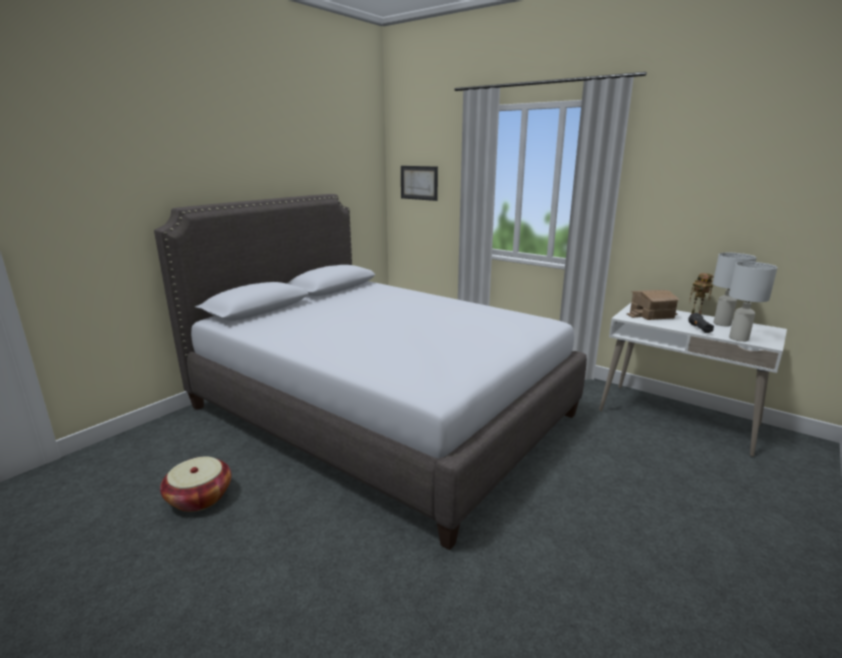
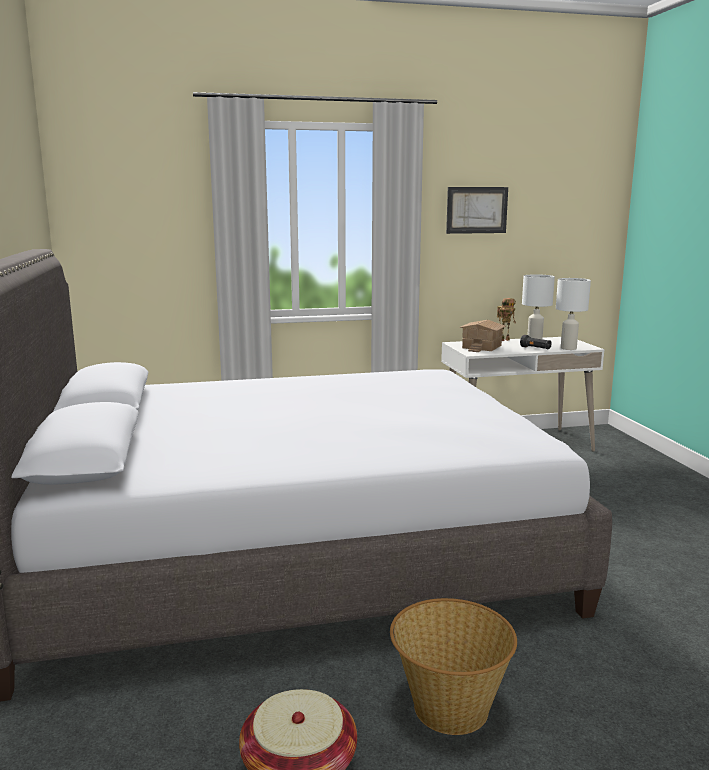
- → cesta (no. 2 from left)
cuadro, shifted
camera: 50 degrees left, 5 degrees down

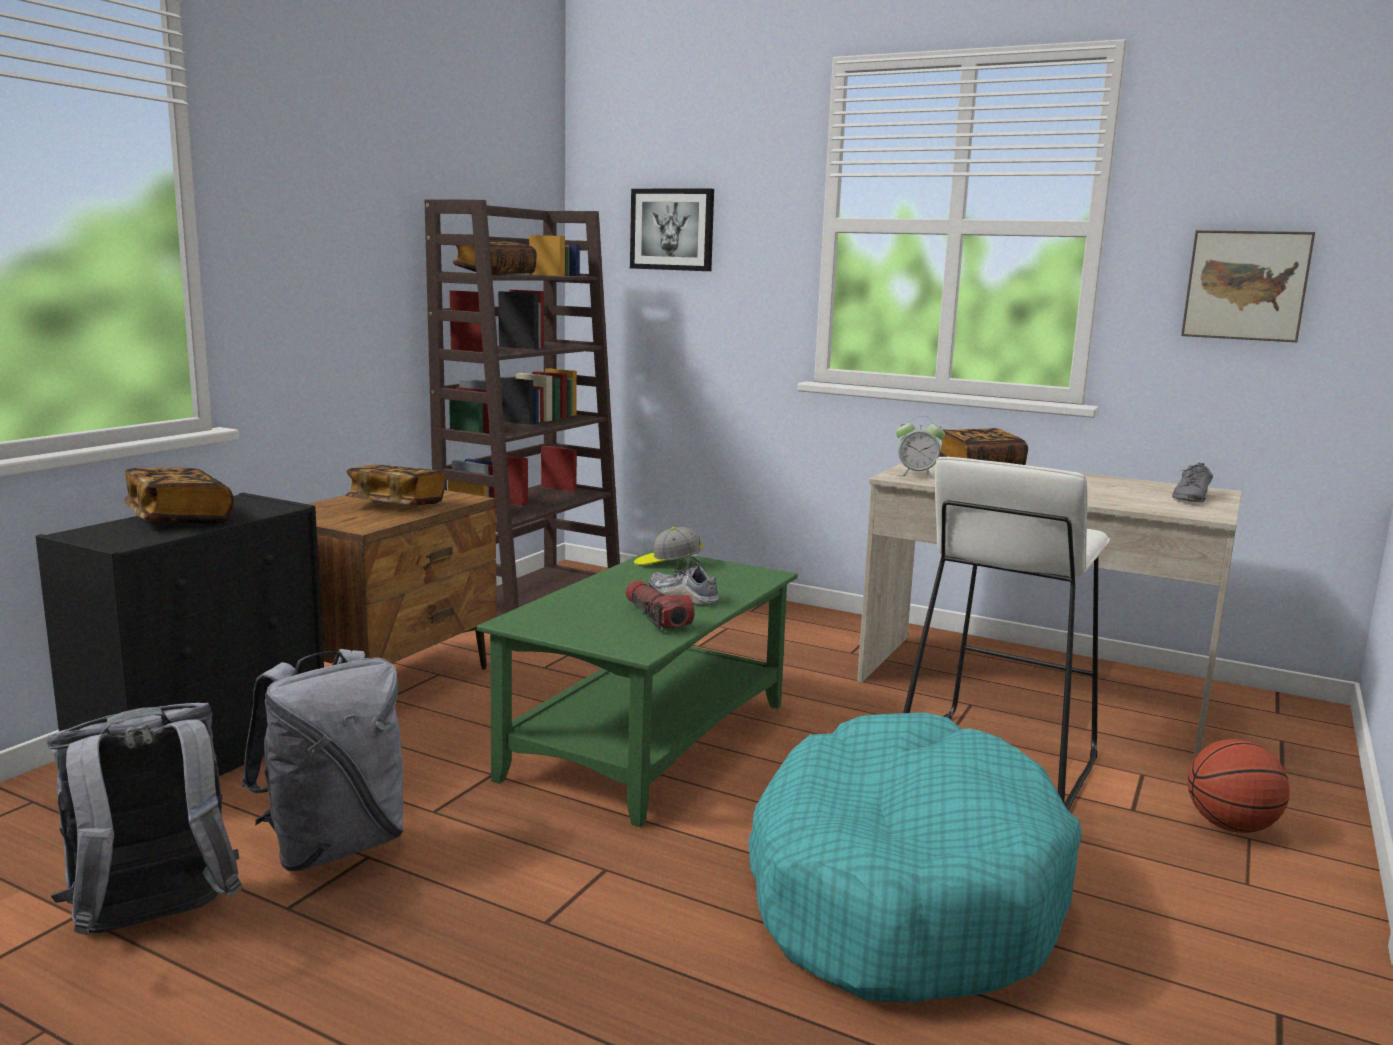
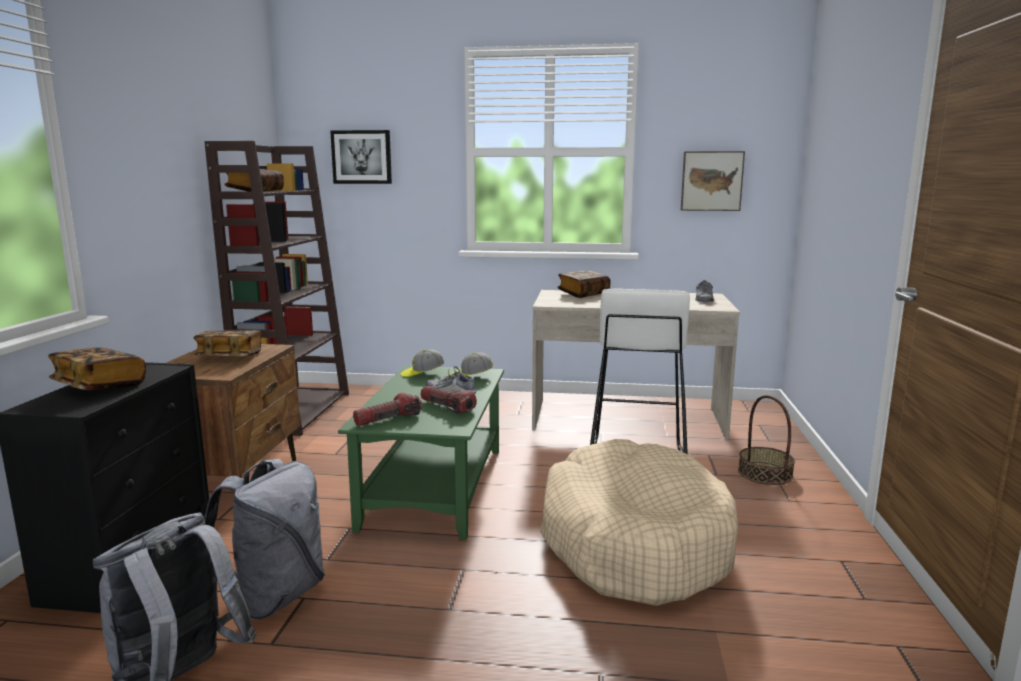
despertador → -
- → linterna (no. 1 from left)
- → gorra (no. 2 from left)
balón de baloncesto → cesta
cama para perro (turquesa) → cama para perro (beis)
camera: 20 degrees left, 0 degrees up

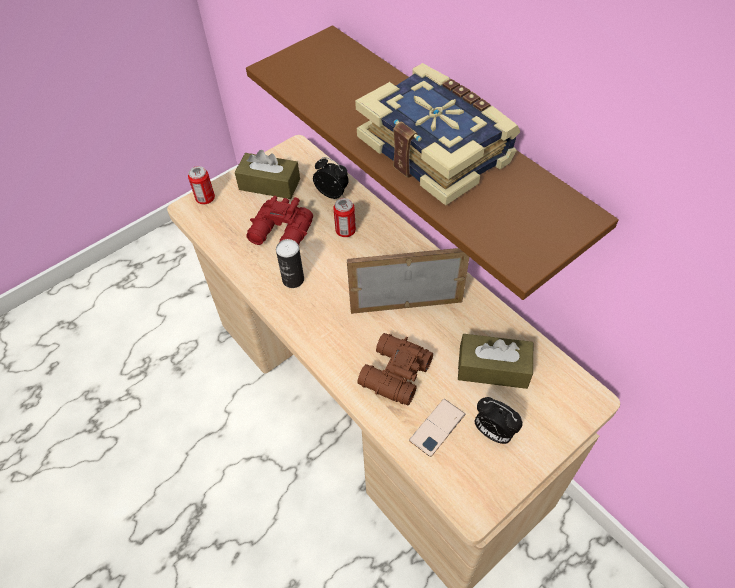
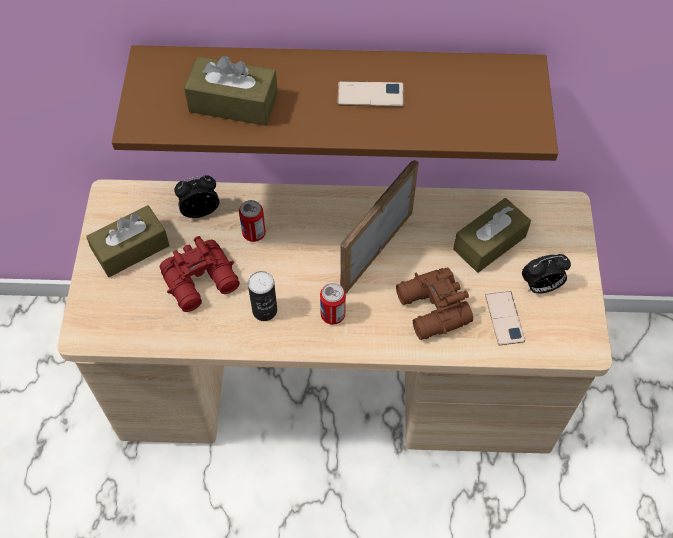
- → caja de pañuelos (marrón) (no. 2 from left)
lata (no. 1 from left in the first image) → lata (no. 3 from left), shifted
libro → móvil (no. 1 from left)
camera: 50 degrees left, 5 degrees up

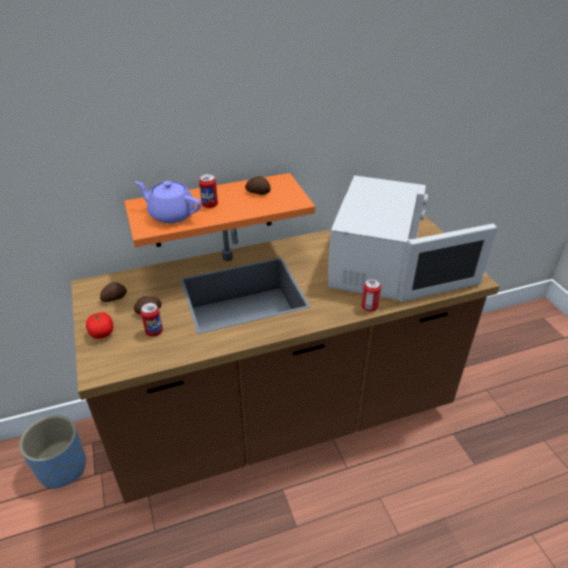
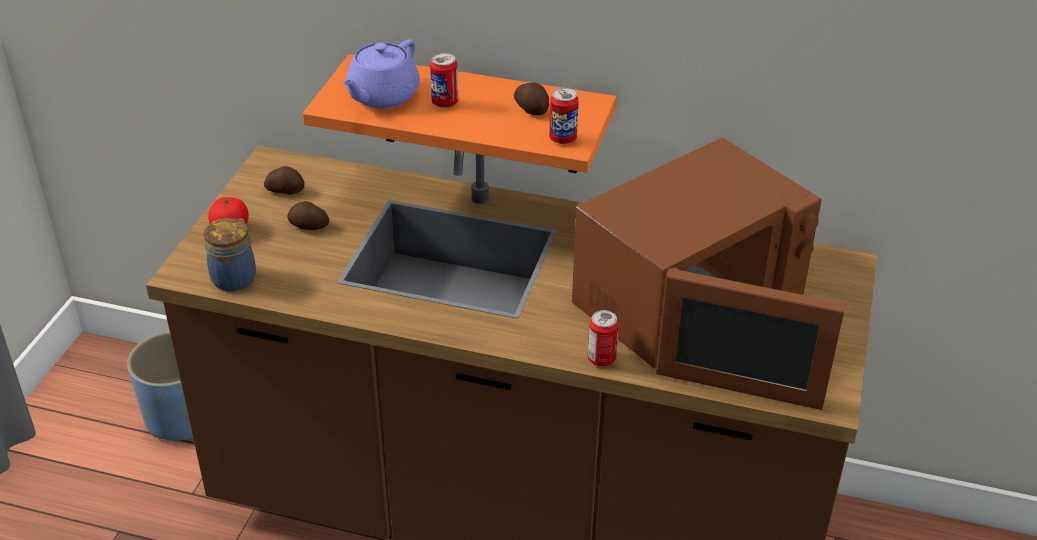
- → tarro
lata (no. 1 from left in the first image) → lata (no. 2 from left), shifted
microondas (blanco) → microondas (marrón)
tetera (morado), 120 degrees counterclockwise
camera: 35 degrees right, 0 degrees up

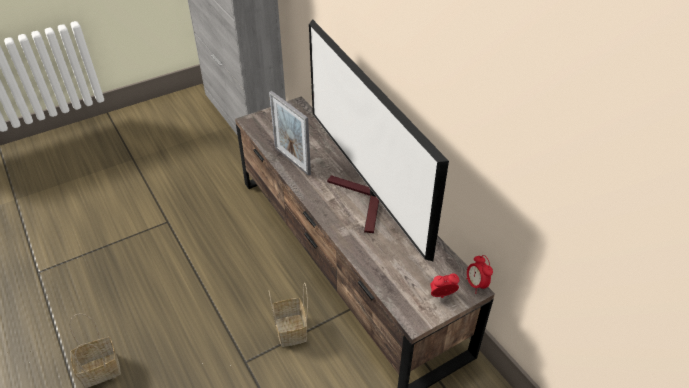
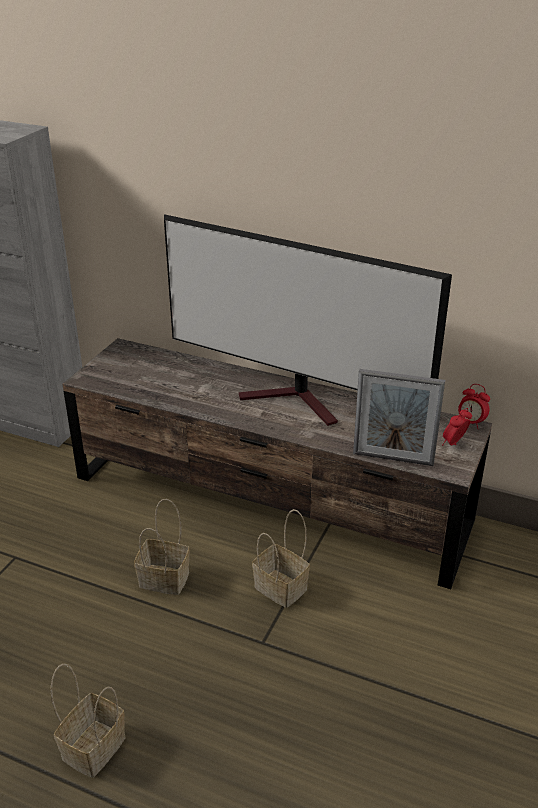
- → cesta (no. 2 from left)
portarretratos, shifted
camera: 35 degrees left, 10 degrees down

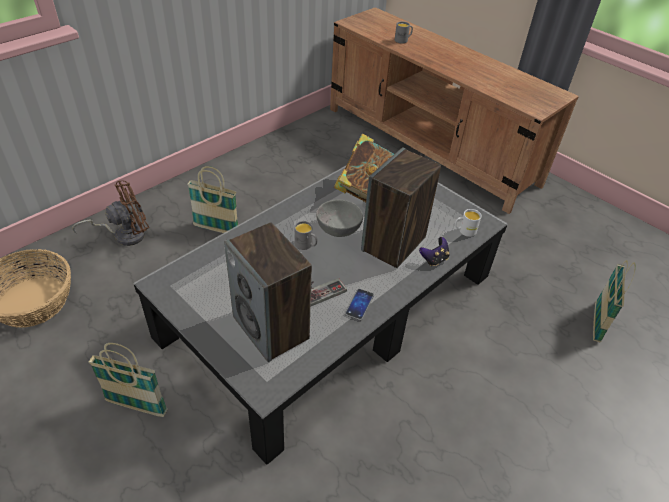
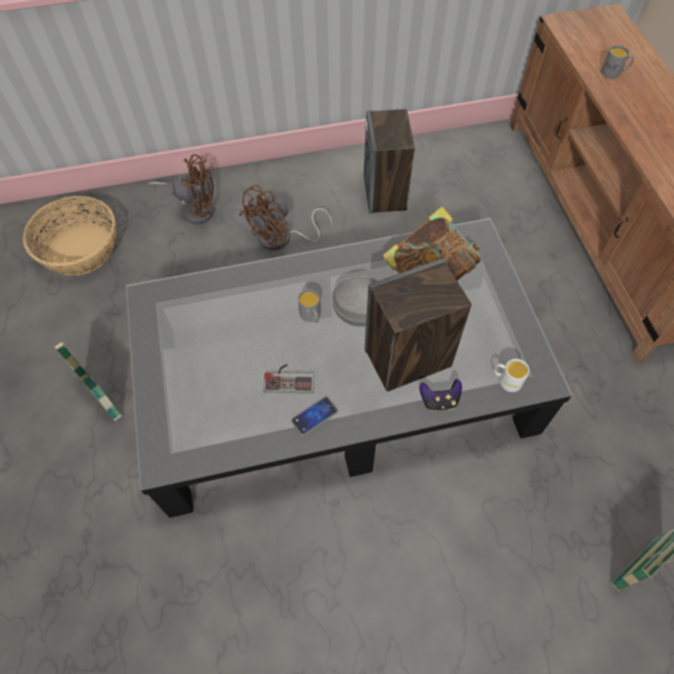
altavoz (no. 1 from left), shifted
cesta (no. 3 from left) → ventilador (marrón) (no. 2 from left)
camera: 35 degrees right, 15 degrees up

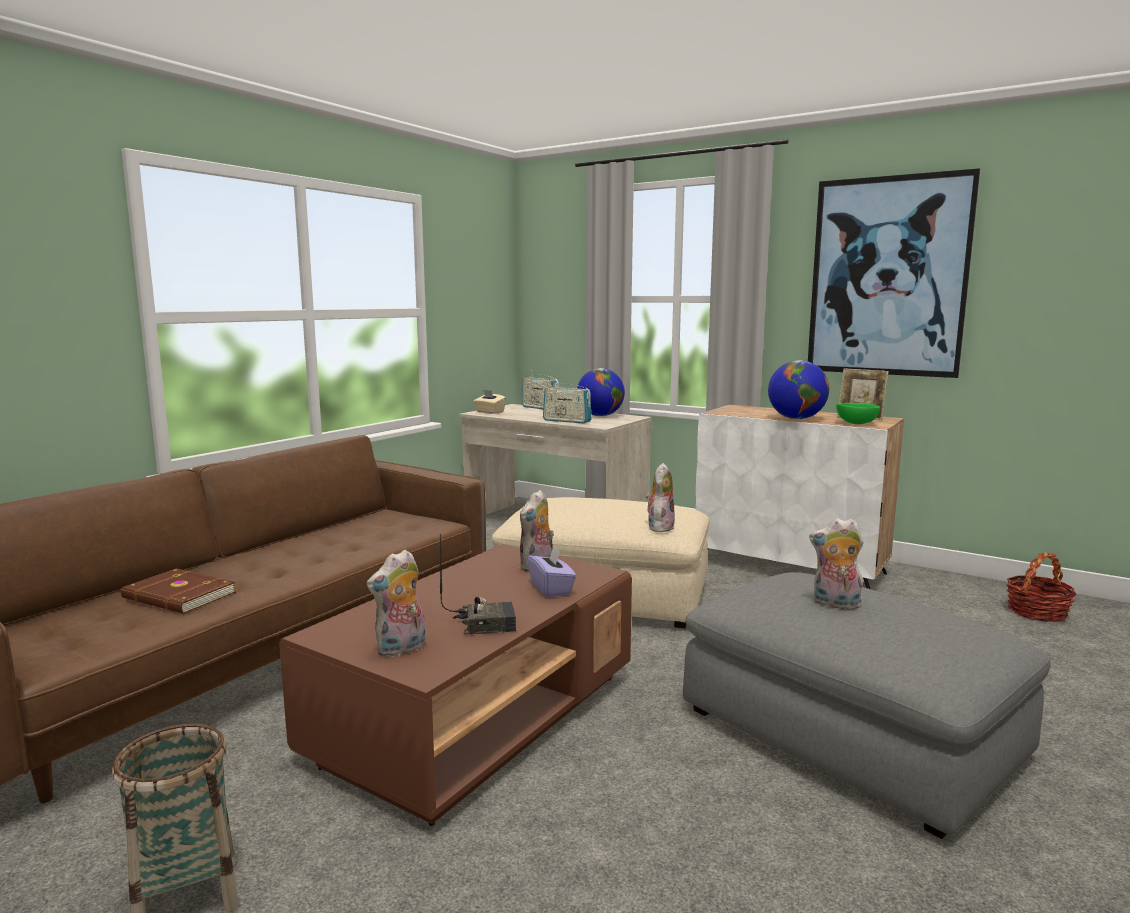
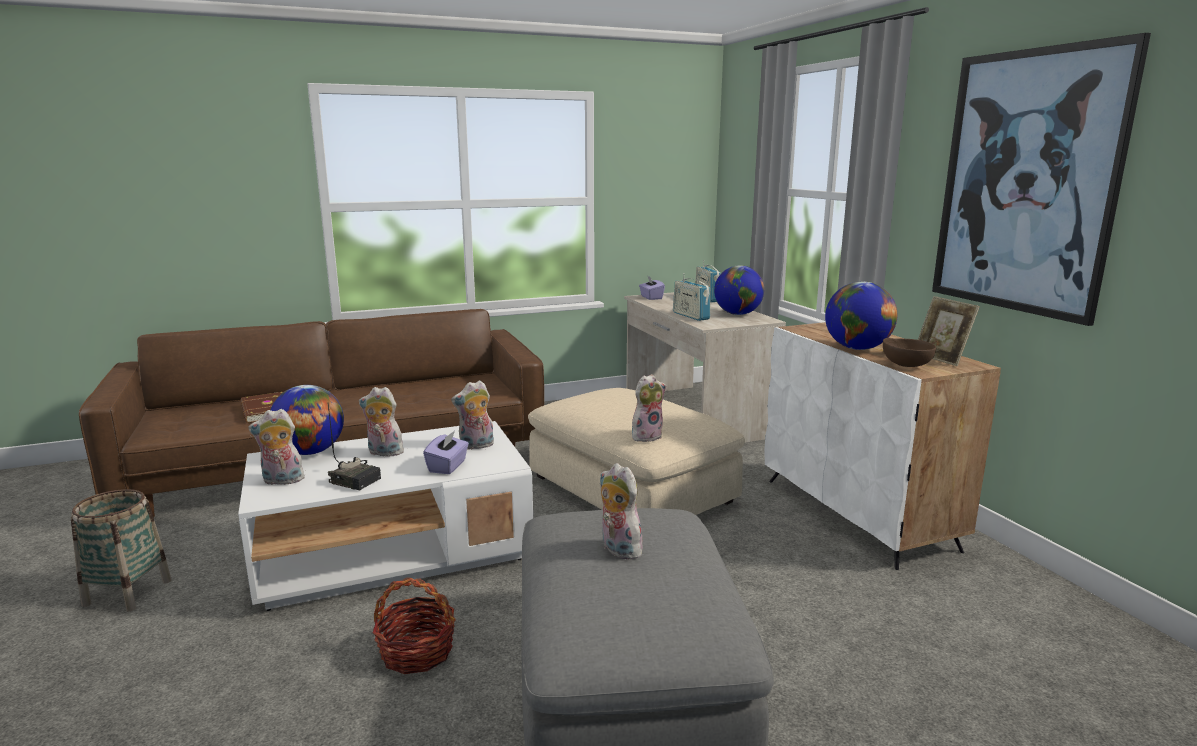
- → globo terráqueo (no. 1 from left)
- → peluche (no. 2 from left)
cesta (no. 2 from left), shifted
mesa de centro (marrón) → mesa de centro (blanco)
caja de pañuelos (beis) → caja de pañuelos (morado) (no. 2 from left)
cuenco (verde) → cuenco (marrón)
camera: 35 degrees right, 5 degrees up

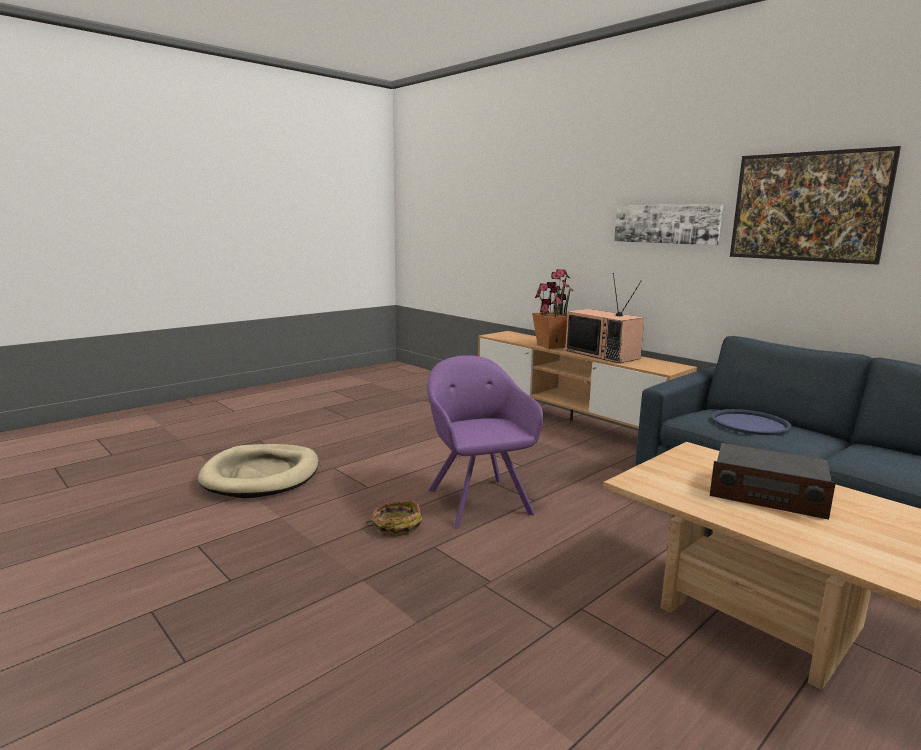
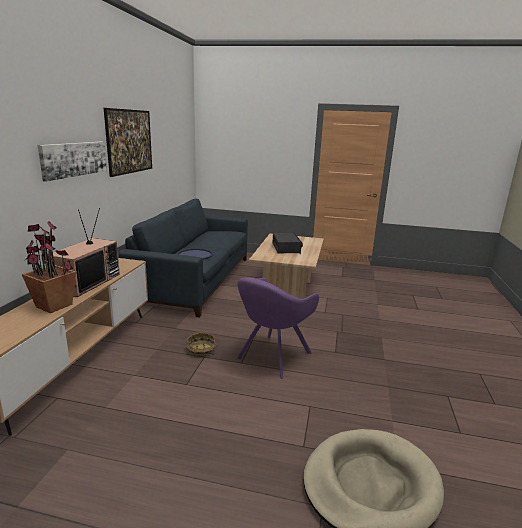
cesta, shifted
camera: 125 degrees left, 5 degrees up

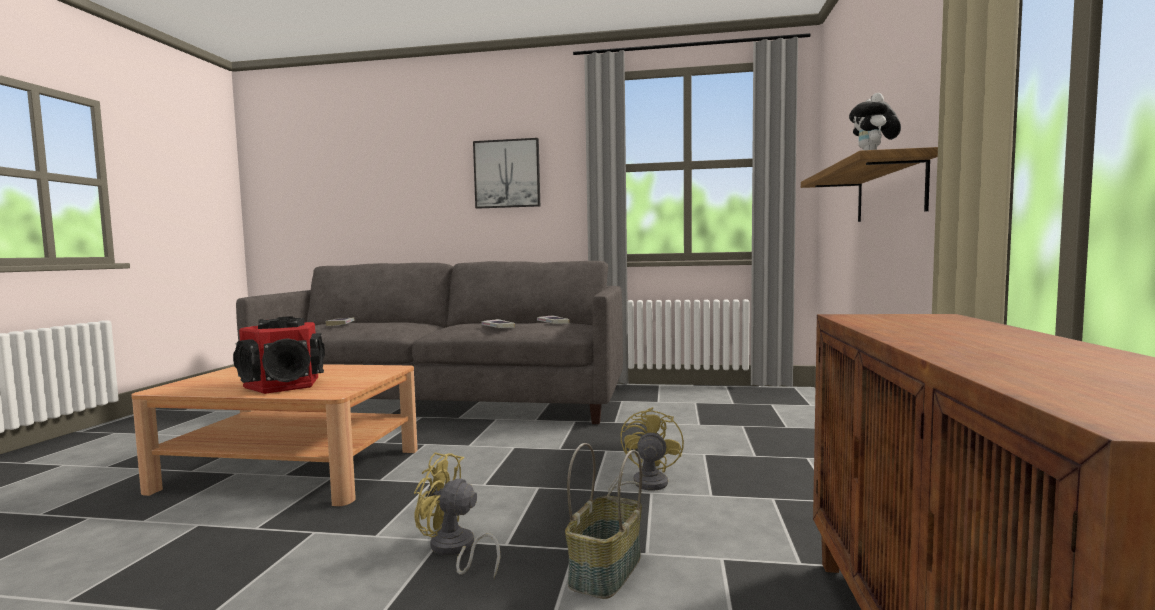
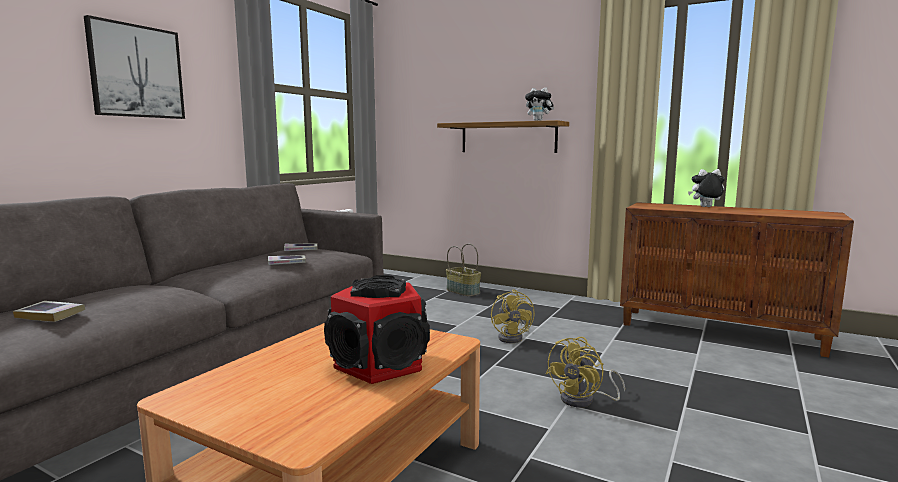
- → peluche (no. 2 from left)
cesta, shifted
ventilador (amarillo) (no. 2 from left in the first image) → ventilador (amarillo) (no. 1 from left), 135 degrees counterclockwise
camera: 70 degrees left, 5 degrees up

